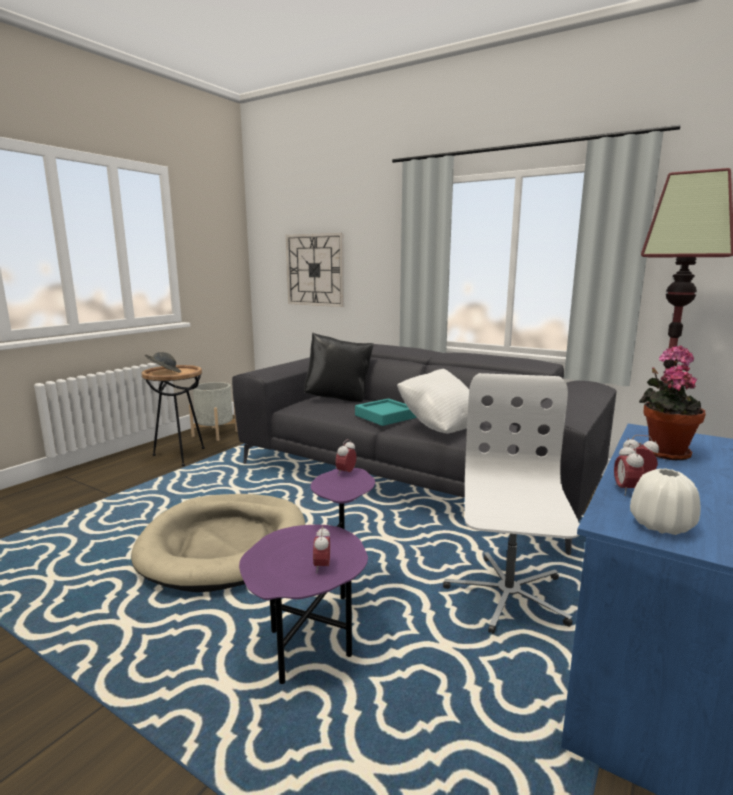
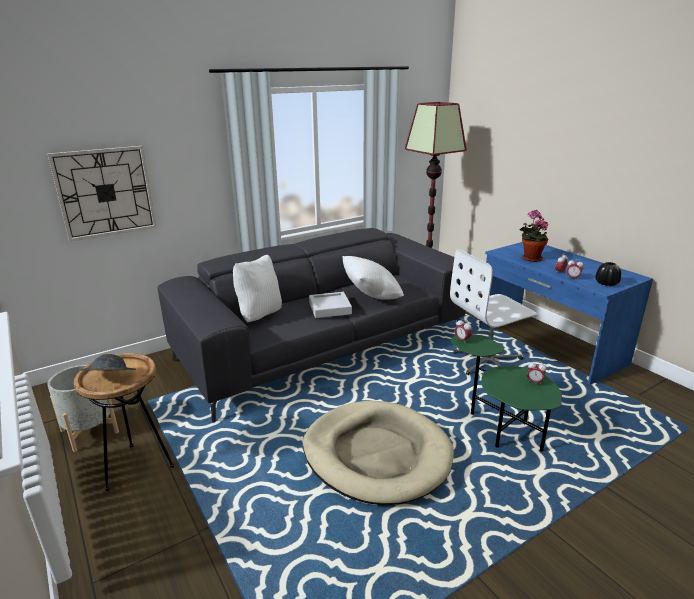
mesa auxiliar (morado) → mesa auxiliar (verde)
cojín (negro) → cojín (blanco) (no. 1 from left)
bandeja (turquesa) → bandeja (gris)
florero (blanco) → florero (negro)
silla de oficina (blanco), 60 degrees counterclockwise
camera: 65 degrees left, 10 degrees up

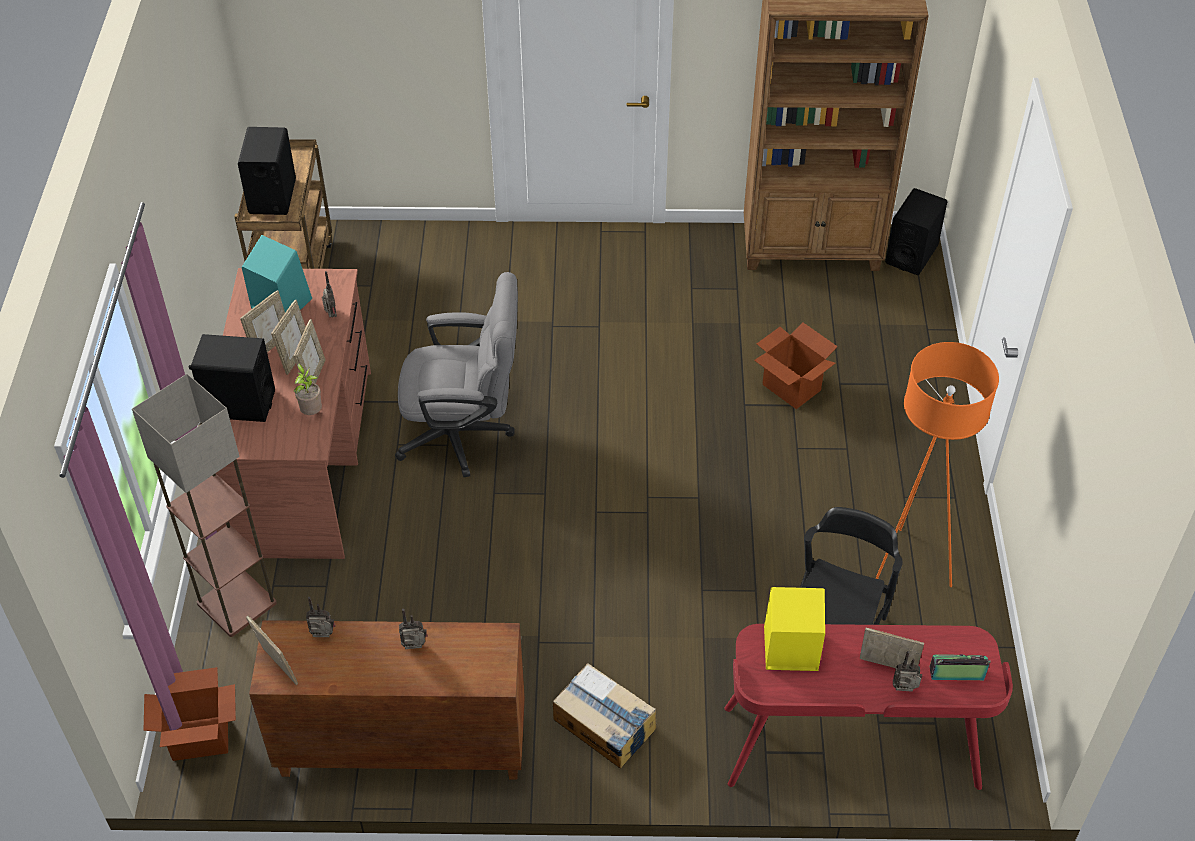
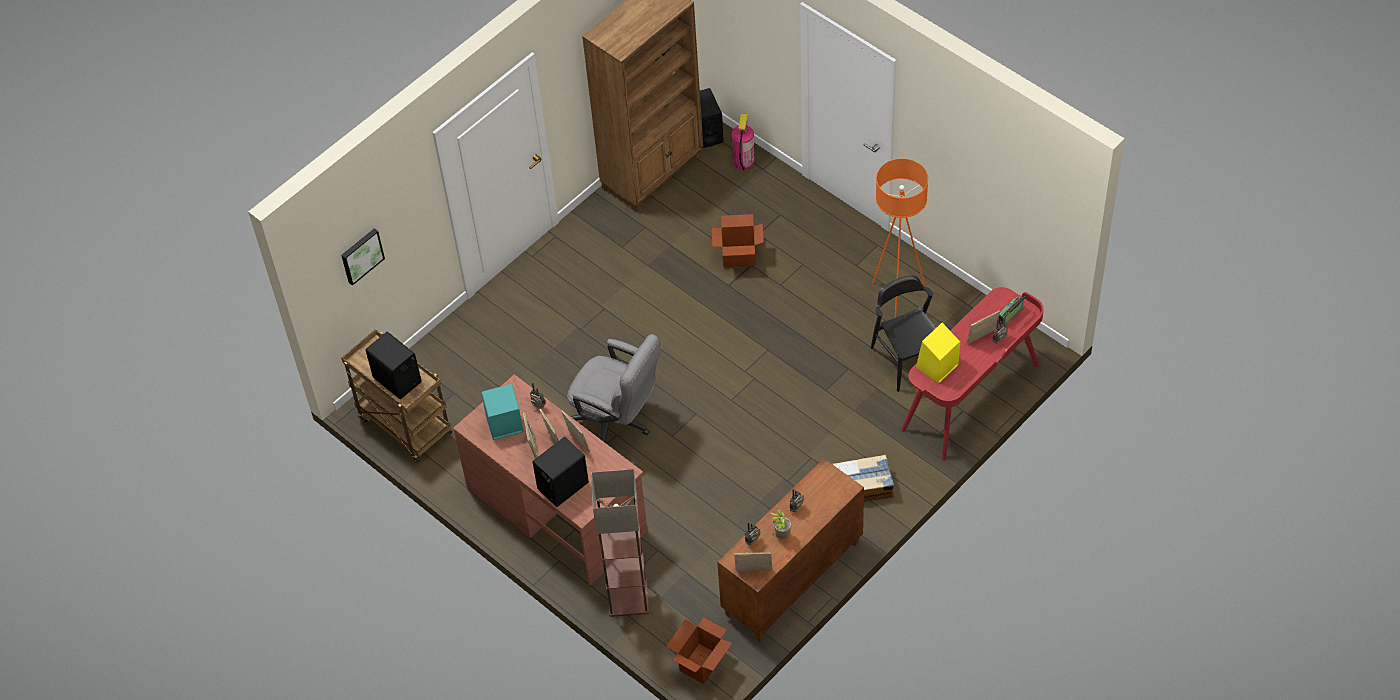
- → cuadro
- → extintor
planta en maceta, shifted
silla de oficina (gris), 75 degrees clockwise
camera: 45 degrees left, 5 degrees up

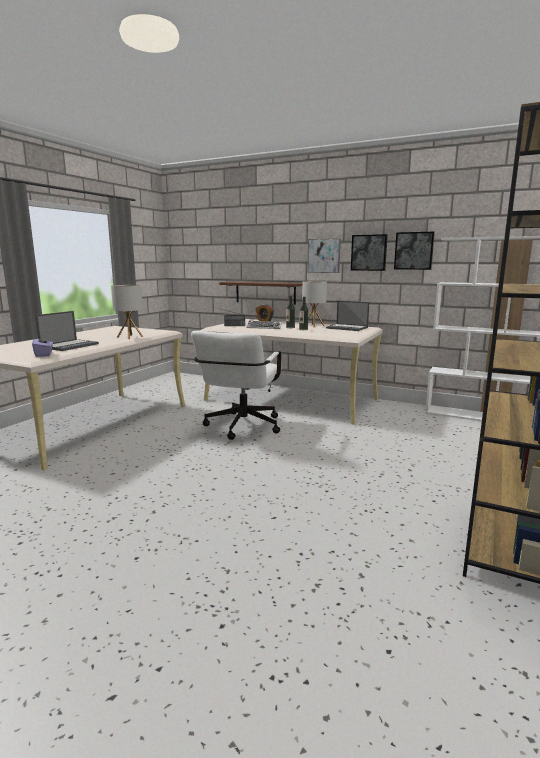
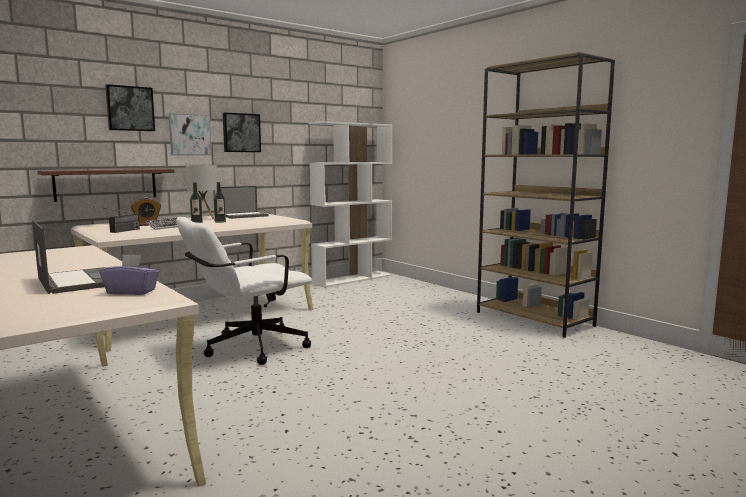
lámpara de mesa (no. 1 from left) → -
cuadro (no. 3 from left in the first image) → cuadro (no. 1 from left), shifted
silla de oficina (blanco), 105 degrees clockwise
camera: 65 degrees left, 5 degrees down

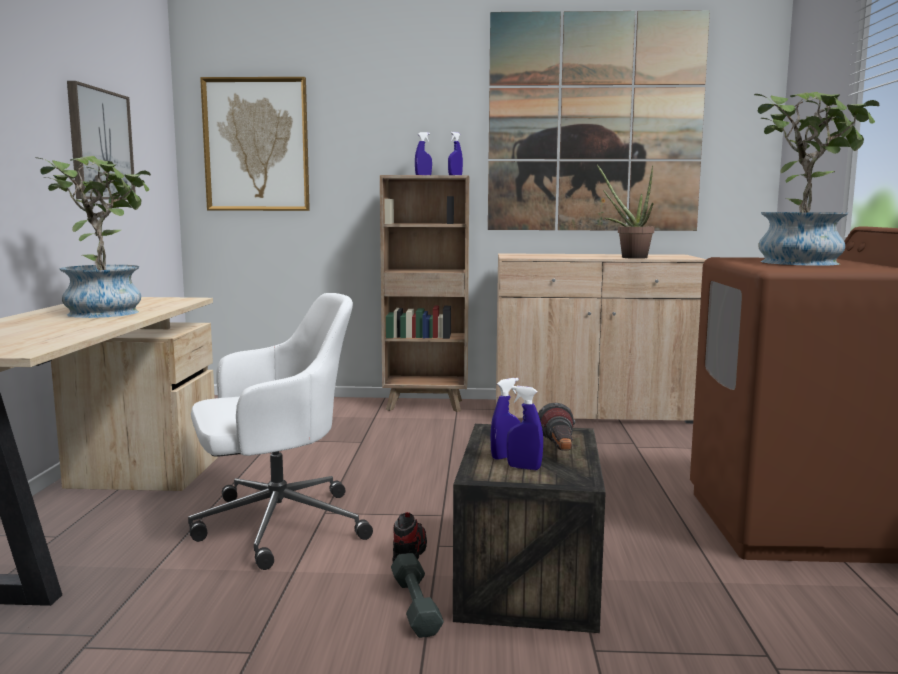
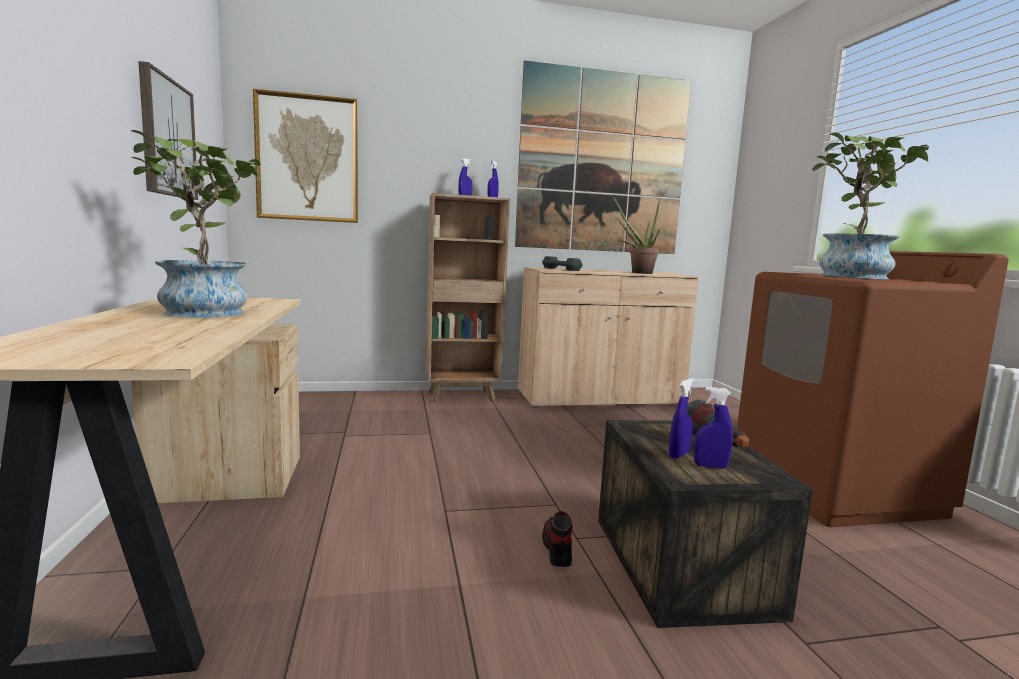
silla de oficina (blanco) → -
mancuerna (gris), shifted
camera: 15 degrees left, 0 degrees up

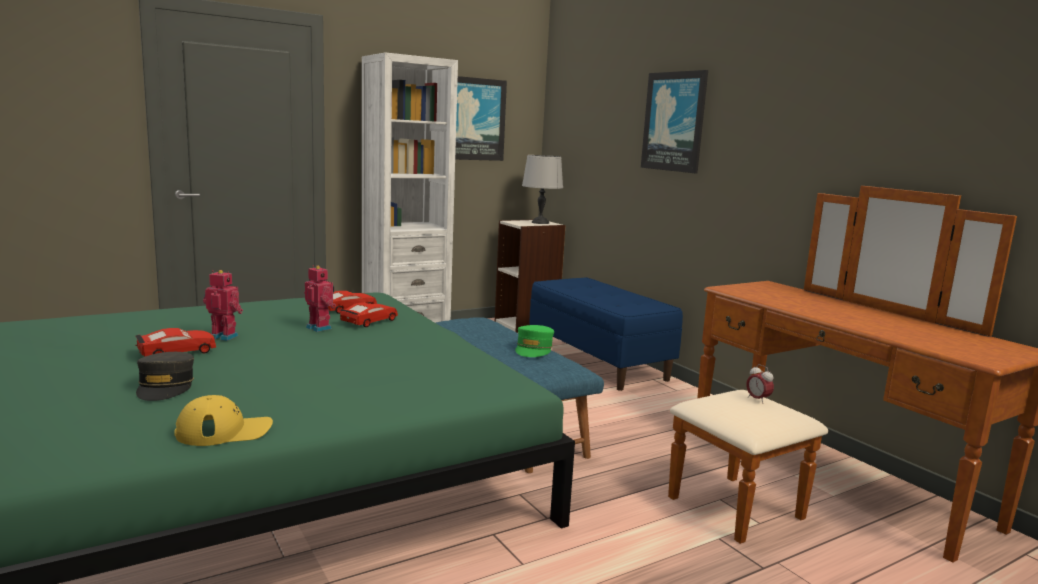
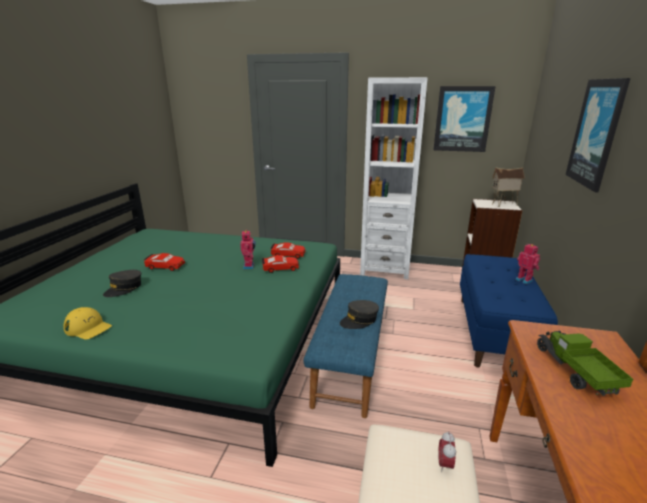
- → camión de juguete
robot de juguete (no. 1 from left in the first image) → robot de juguete (no. 2 from left), shifted
lámpara de mesa (gris) → casita
gorra (verde) → gorra (gris) (no. 2 from left)
camera: 45 degrees right, 10 degrees up

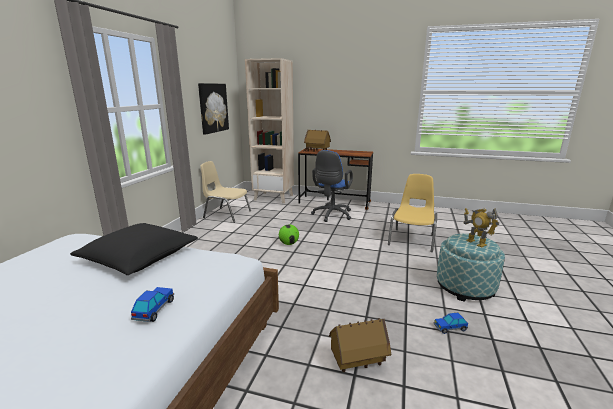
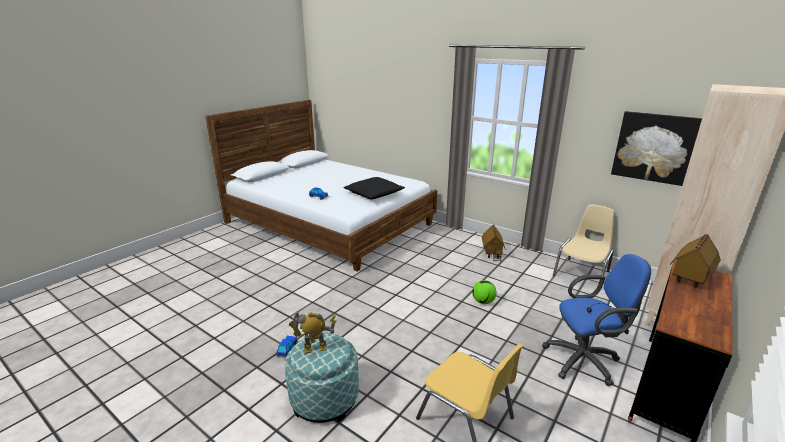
casita (no. 2 from left in the first image) → casita (no. 1 from left), shifted
silla de oficina (azul), 135 degrees clockwise
camera: 110 degrees right, 5 degrees up

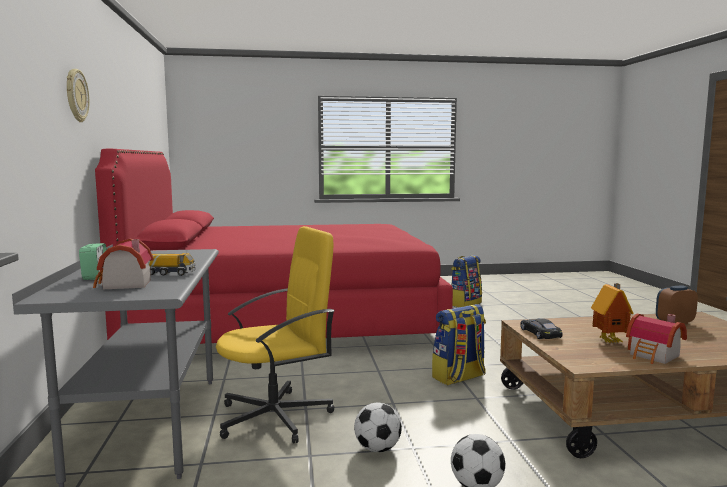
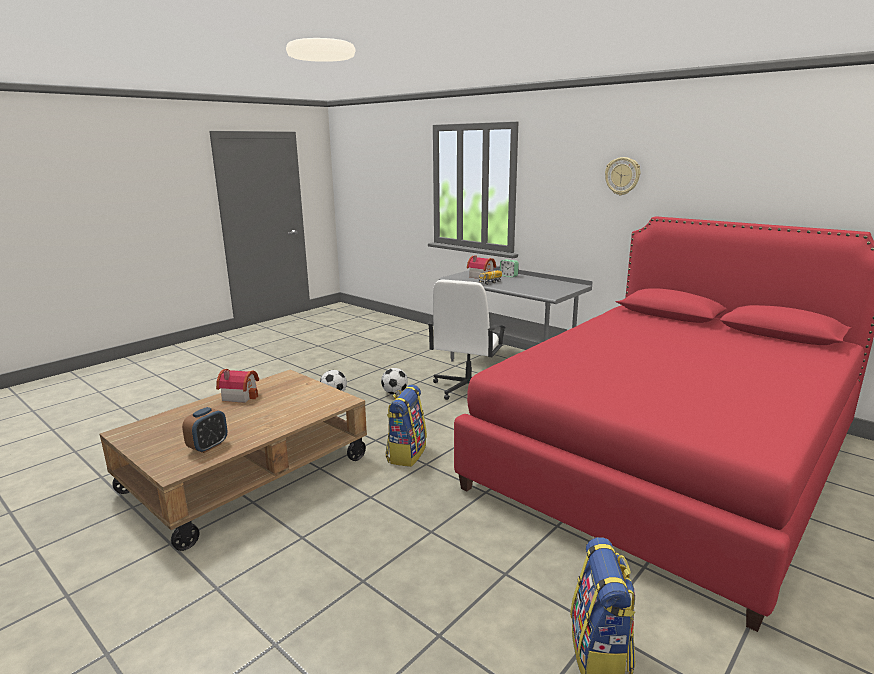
coche de juguete (negro) → -
casita (no. 2 from left) → -
silla de oficina (amarillo) → silla de oficina (blanco)
camera: 140 degrees right, 10 degrees up

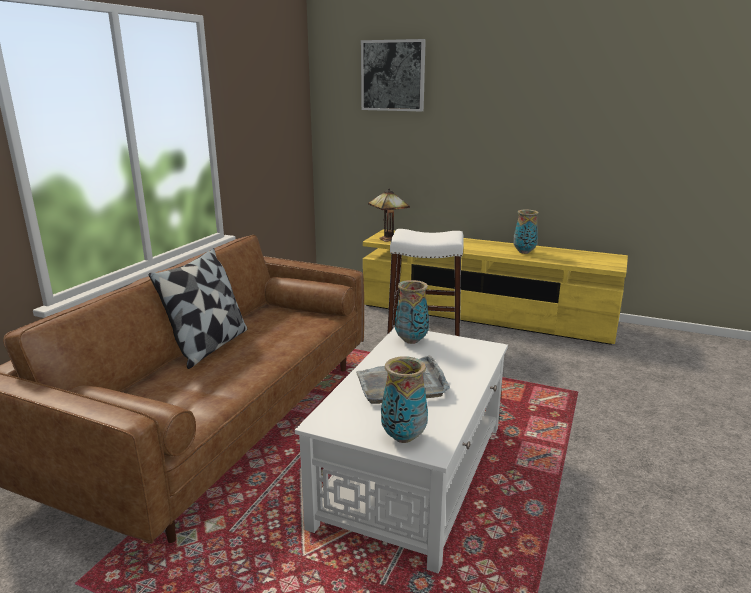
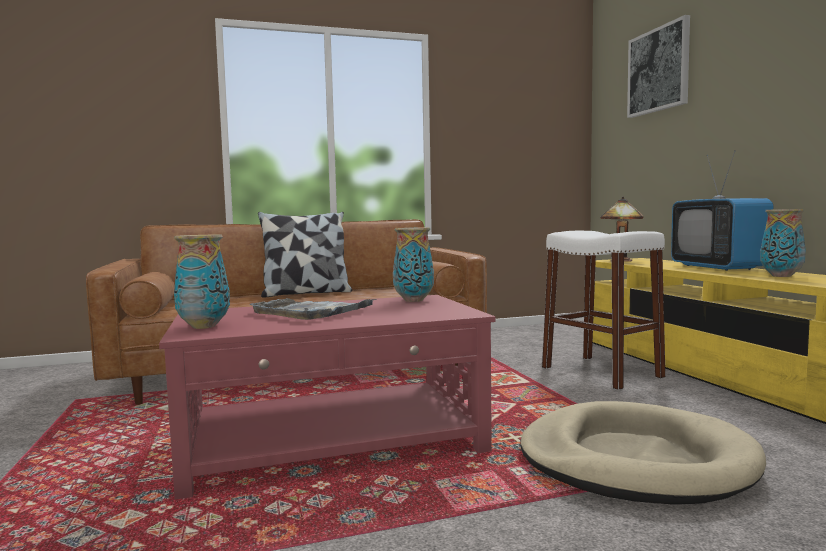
- → cama para perro (beis)
- → televisor
mesa de centro (blanco) → mesa de centro (rojo)
camera: 50 degrees right, 15 degrees down

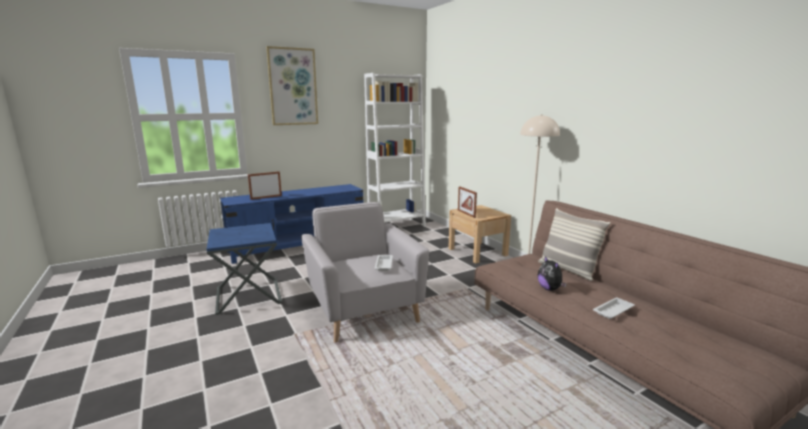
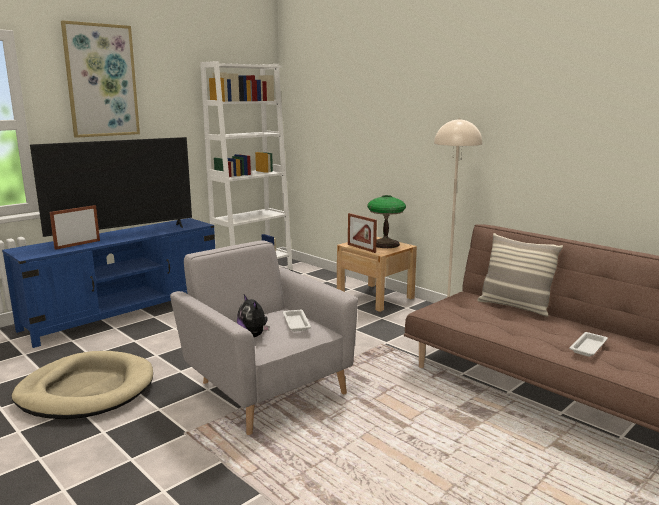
- → televisor
- → lámpara de mesa
peluche, shifted
mesa auxiliar (azul) → cama para perro (beis)
camera: 15 degrees left, 0 degrees up

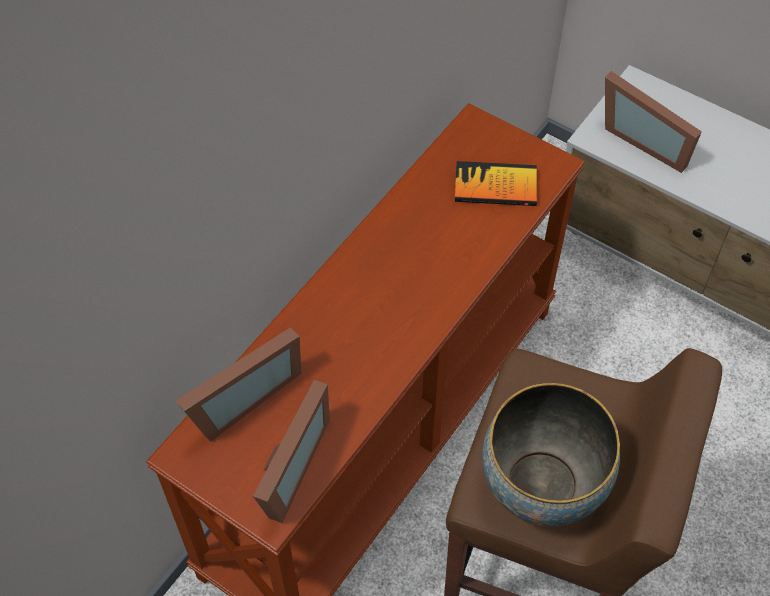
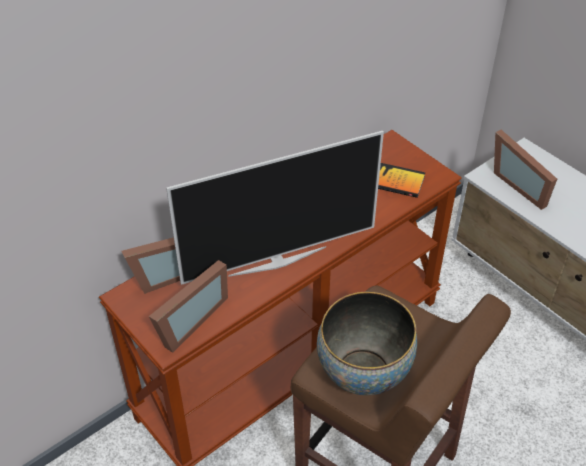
- → televisor
camera: 15 degrees right, 10 degrees down

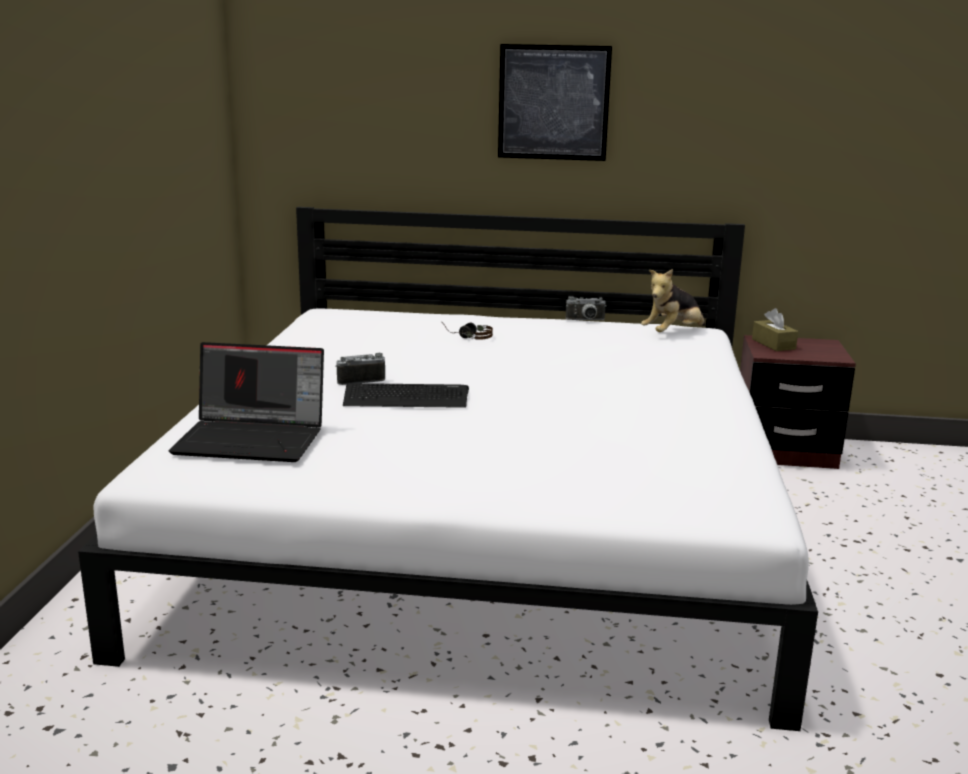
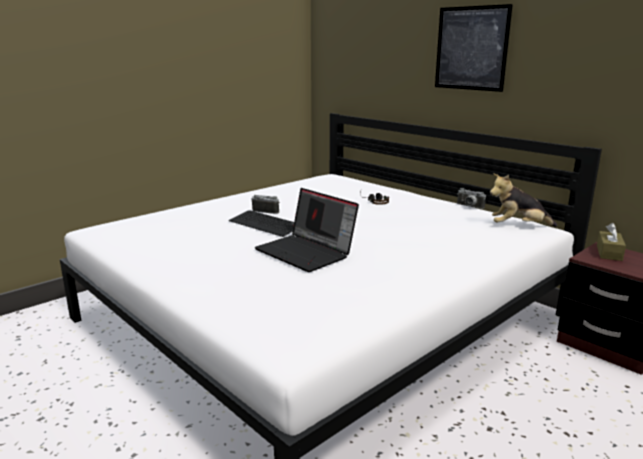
portátil, shifted
camera: 40 degrees right, 0 degrees up

